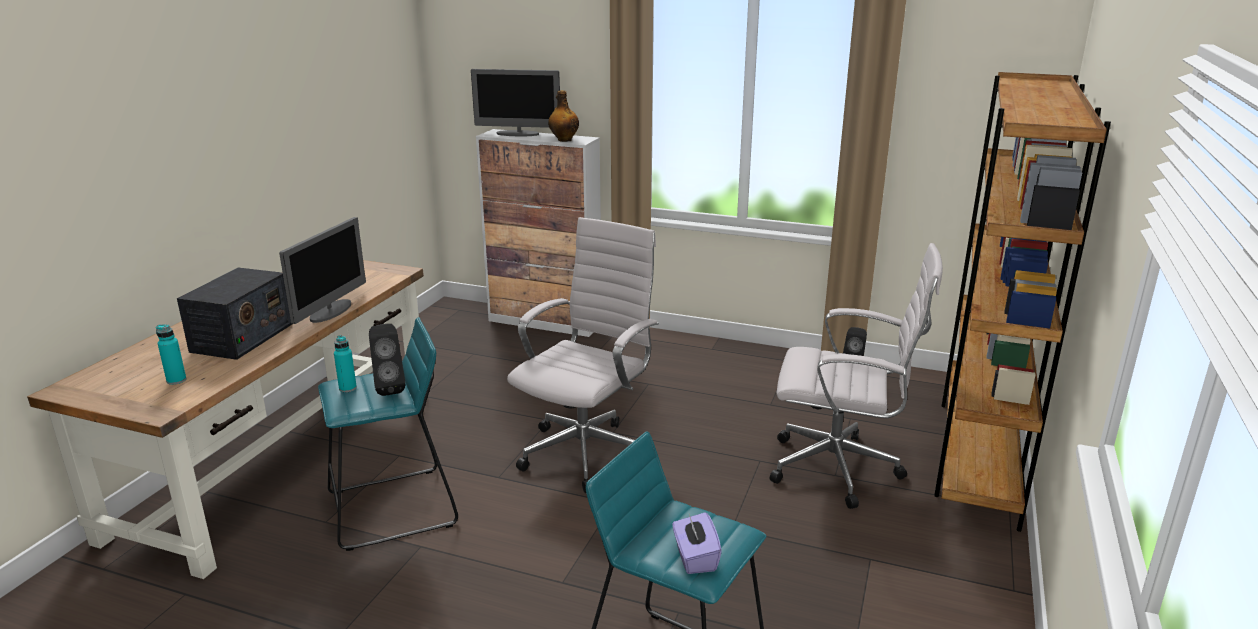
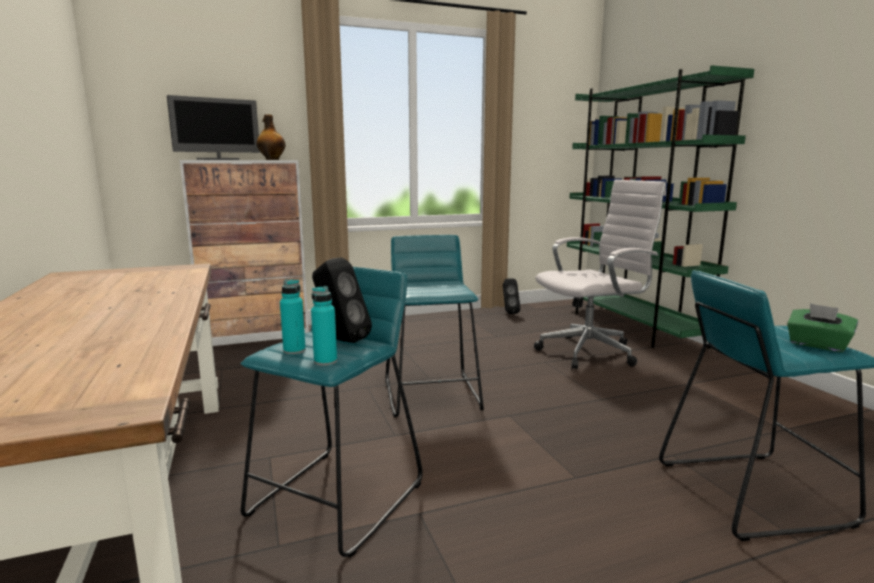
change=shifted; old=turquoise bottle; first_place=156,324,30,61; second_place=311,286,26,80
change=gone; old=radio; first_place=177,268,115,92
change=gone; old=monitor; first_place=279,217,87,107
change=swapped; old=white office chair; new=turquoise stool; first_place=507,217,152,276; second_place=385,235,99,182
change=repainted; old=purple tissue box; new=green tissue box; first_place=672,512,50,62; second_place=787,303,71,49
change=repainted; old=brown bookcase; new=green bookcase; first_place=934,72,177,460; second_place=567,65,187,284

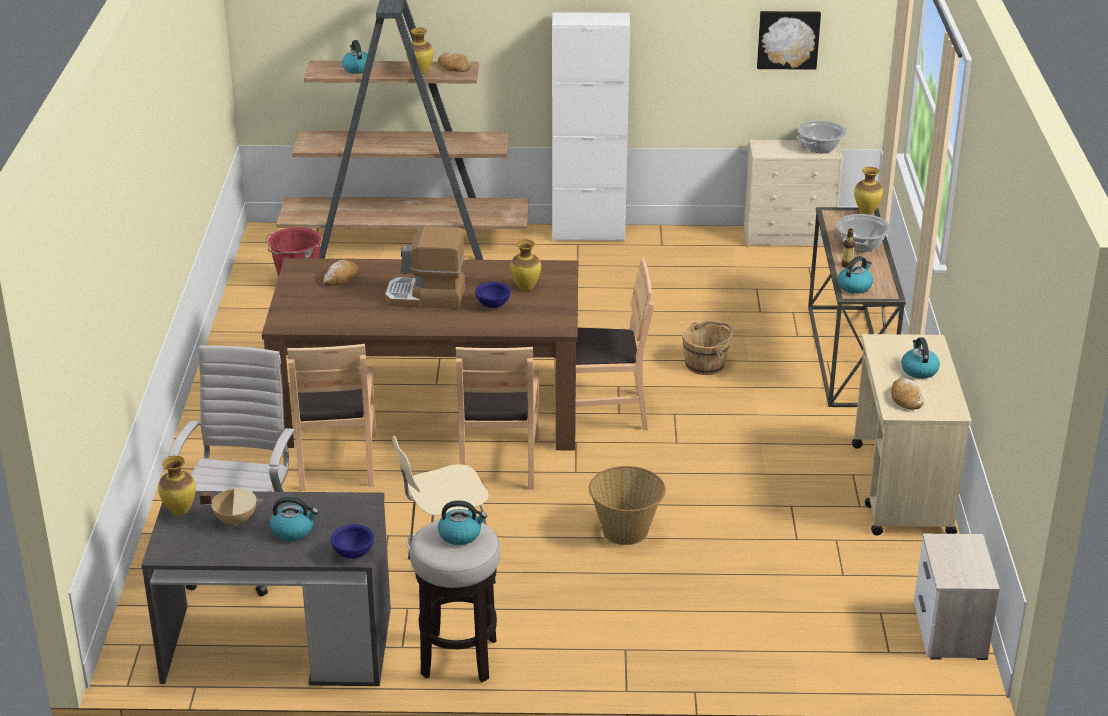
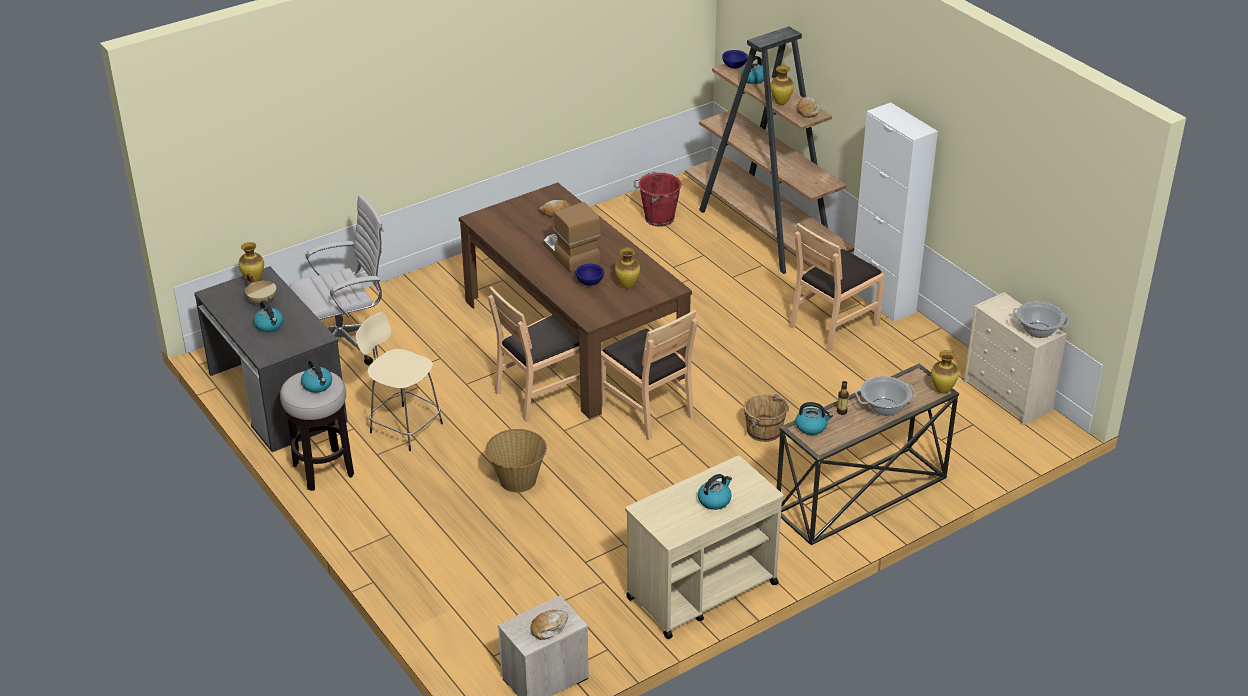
change=shifted; old=brown chair; first_place=287,344,89,147; second_place=789,223,96,128
change=shifted; old=blue bowl; first_place=331,524,43,35; second_place=722,50,26,19
change=gone; old=picture; first_place=757,11,64,59
change=shifted; old=bread; first_place=891,378,34,32; second_place=531,610,37,30

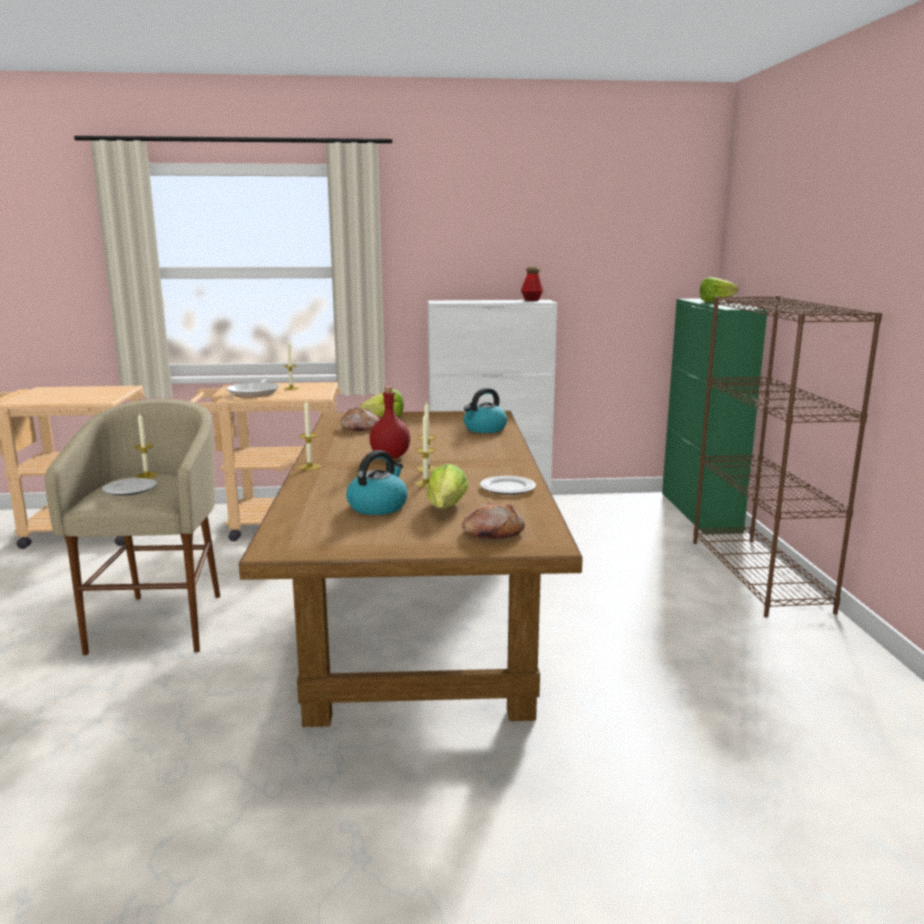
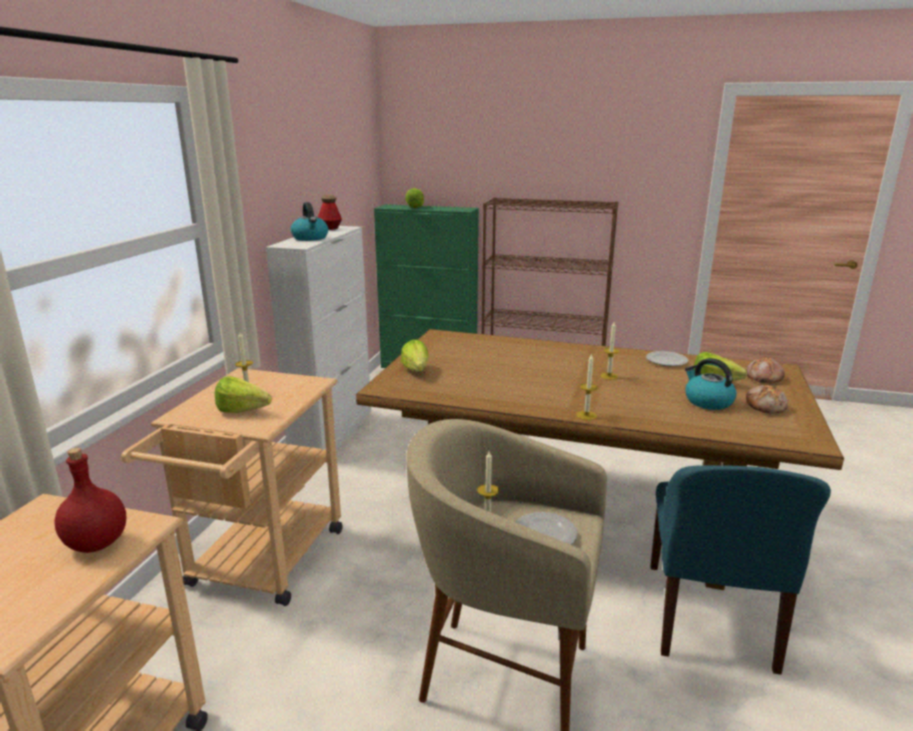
change=swapped; old=frying pan; new=lettuce; first_place=226,378,53,20; second_place=215,376,57,37
change=shifted; old=bread; first_place=340,407,39,25; second_place=746,385,42,28
change=shifted; old=red bottle; first_place=369,386,41,73; second_place=54,448,72,105
change=gone; old=candle; first_place=415,413,20,75
change=shifted; old=kettle; first_place=464,388,43,45; second_place=291,202,37,39
change=new; new=blue chair; second_place=650,465,181,210

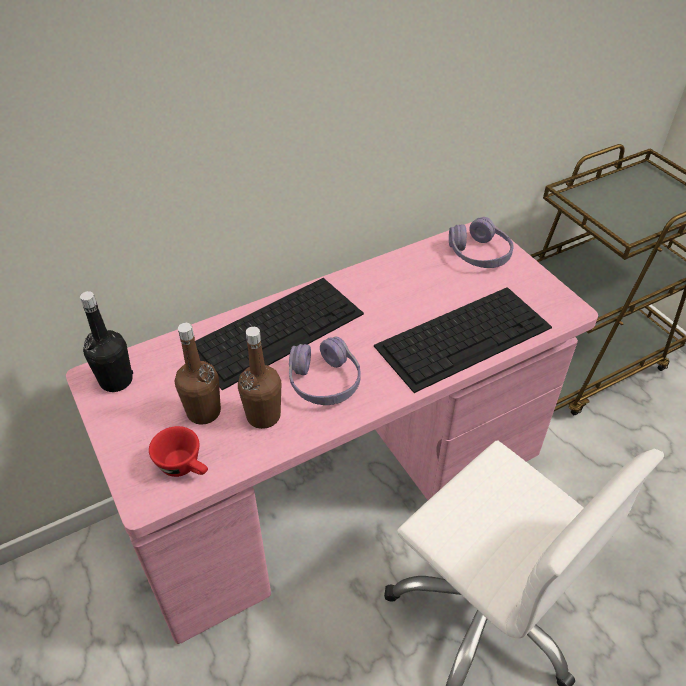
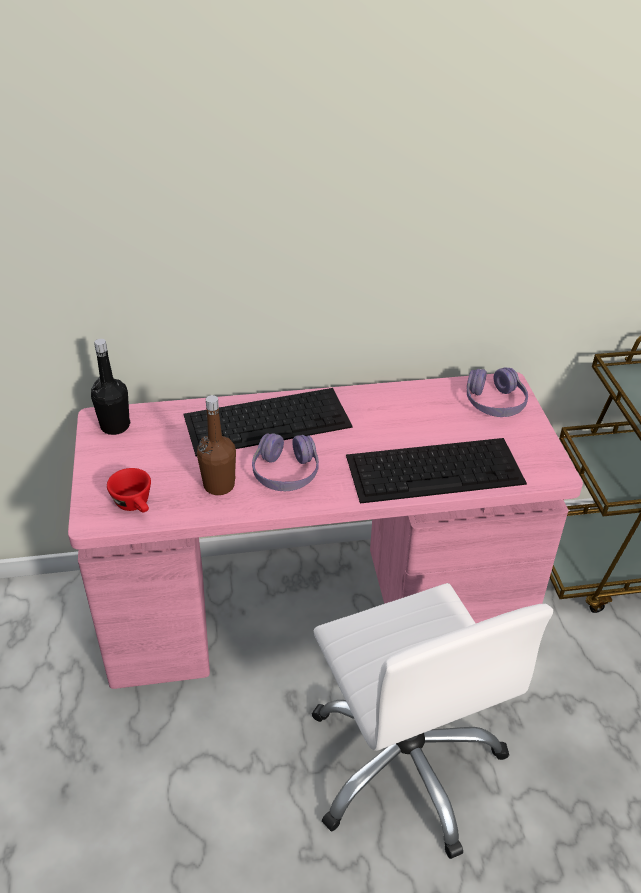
change=gone; old=brown bottle; first_place=175,323,46,102

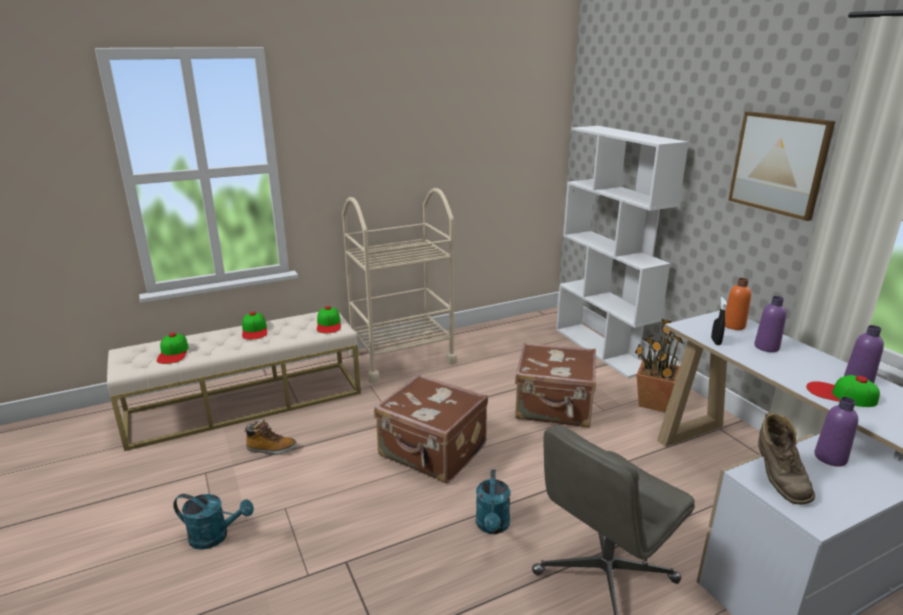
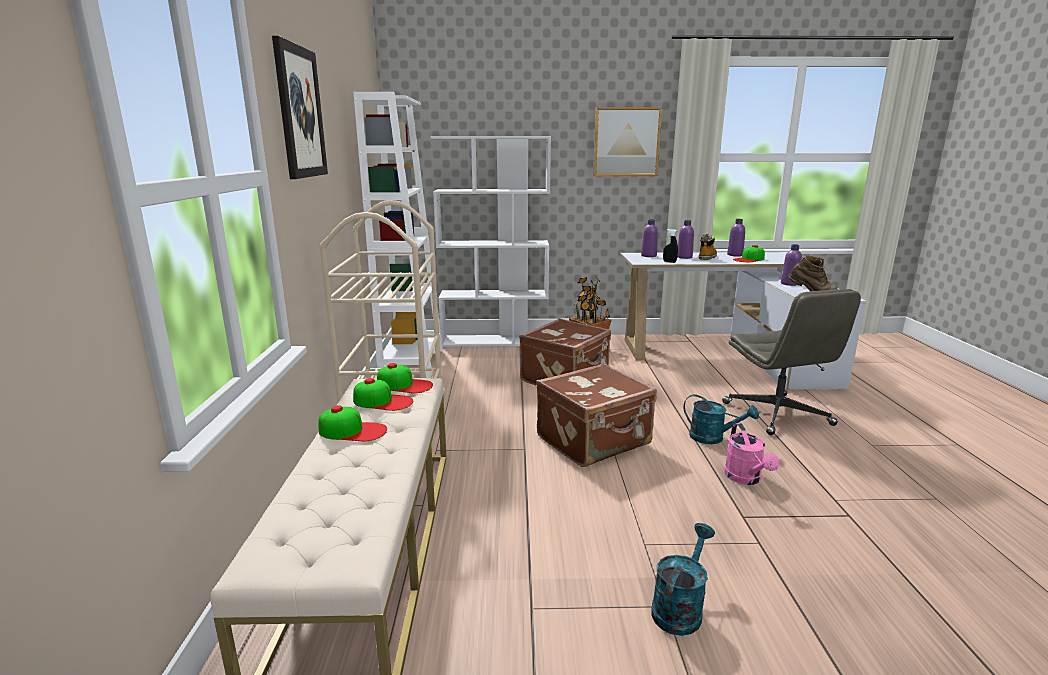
change=shifted; old=cap; first_place=157,333,32,31; second_place=353,378,60,33
change=shifted; old=boot; first_place=244,419,53,36; second_place=699,233,18,27
change=repainted; old=orange bottle; new=purple bottle; first_place=725,278,26,52; second_place=641,219,17,38
change=new; new=picture; second_place=272,36,56,143
change=new; new=white bookcase; second_place=353,92,90,286
change=new; new=pink watering can; second_place=724,423,55,62

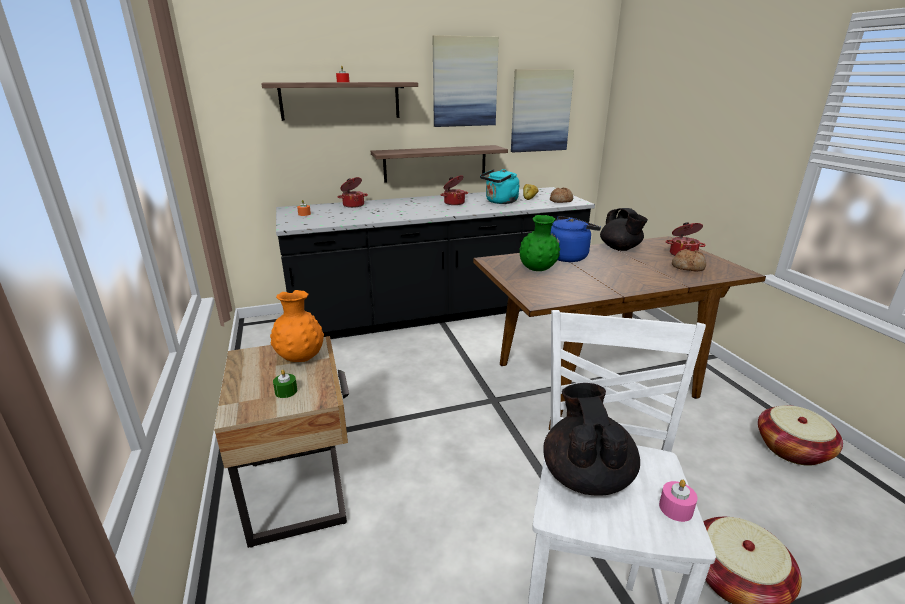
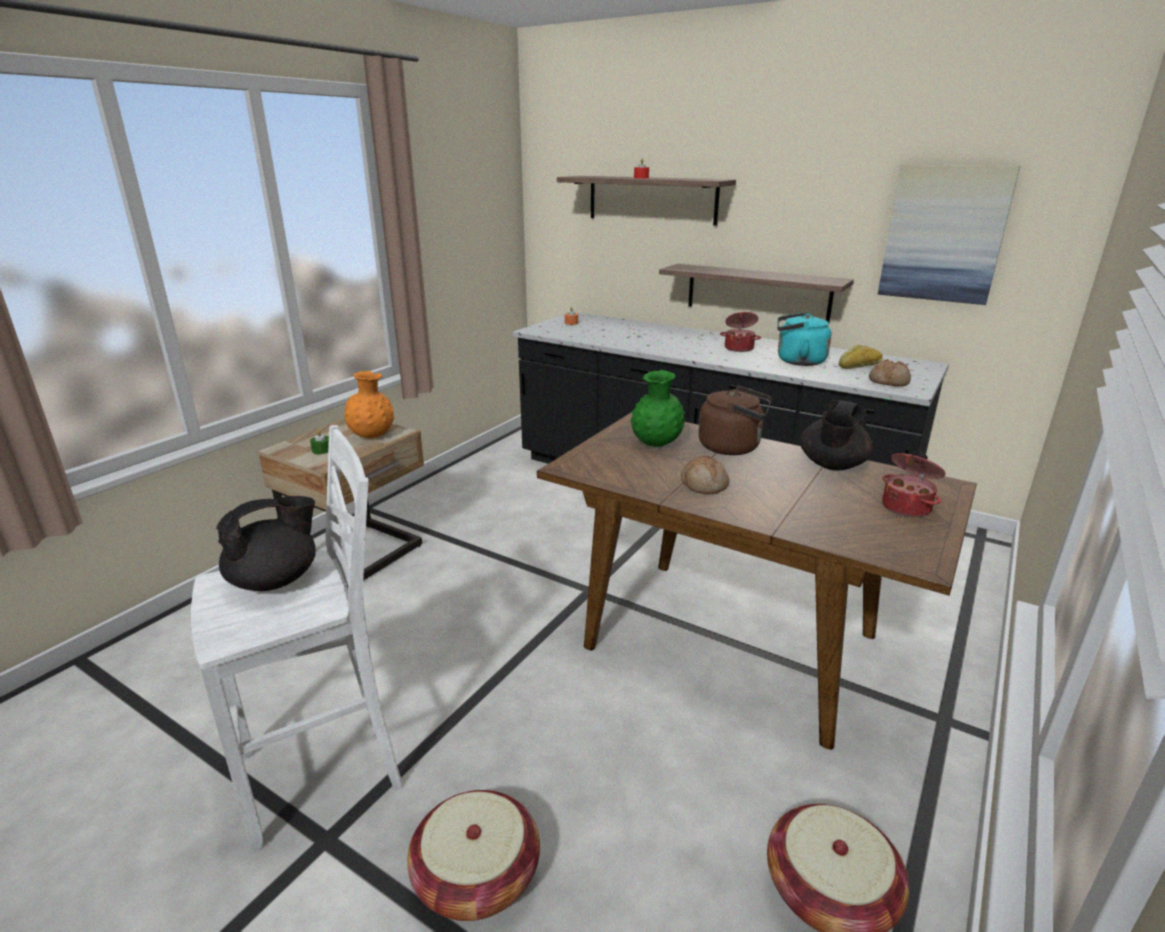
change=gone; old=cooking pot; first_place=338,177,30,31
change=gone; old=picture; first_place=432,35,67,92
change=repainted; old=blue kettle; new=brown kettle; first_place=551,216,50,46; second_place=698,386,74,69
change=gone; old=pink candle; first_place=659,480,39,42
change=shifted; old=bread; first_place=672,249,34,23; second_place=681,456,48,38

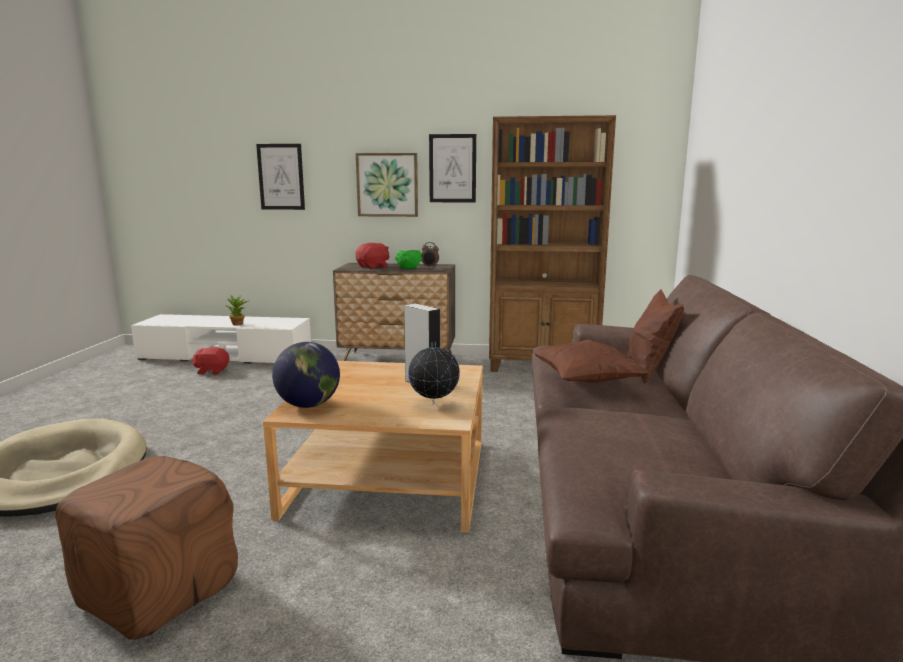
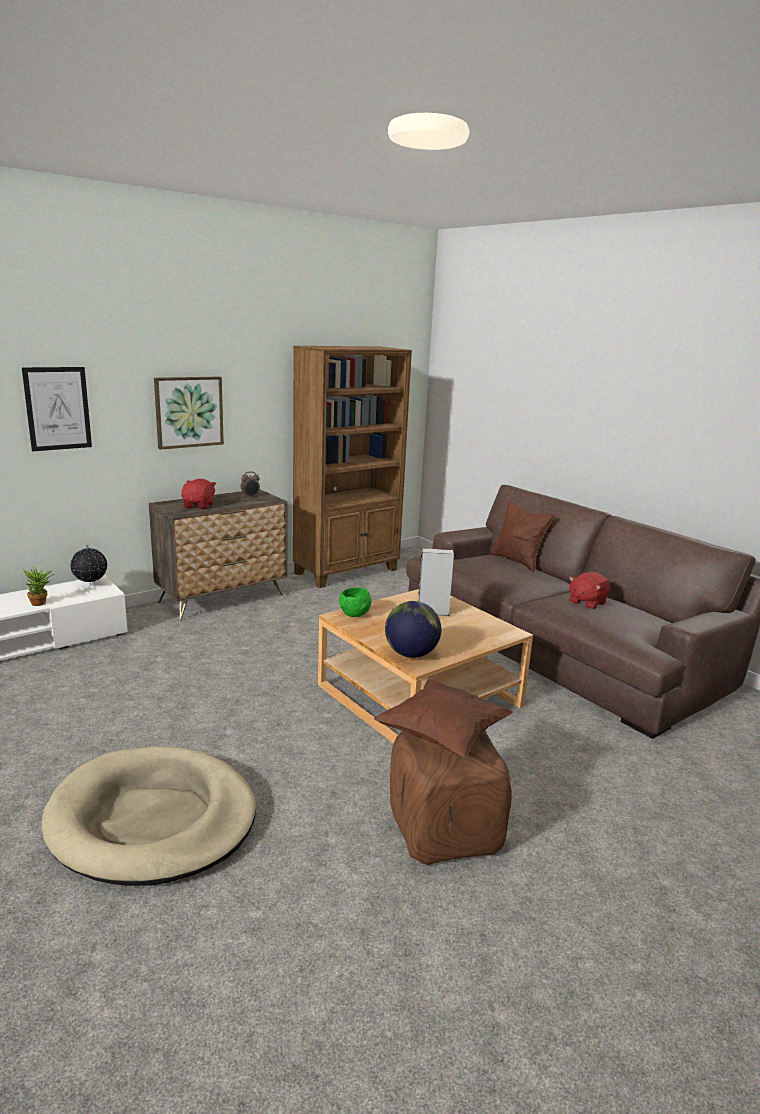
change=shifted; old=red plush toy; first_place=191,347,39,28; second_place=569,572,41,37
change=shifted; old=green bowl; first_place=395,250,27,19; second_place=339,587,32,30
change=shifted; old=globe; first_place=408,342,52,62; second_place=70,545,37,41
change=gone; old=picture; first_place=429,134,47,68
change=shifted; old=brown pillow; first_place=532,340,118,43; second_place=374,679,139,79

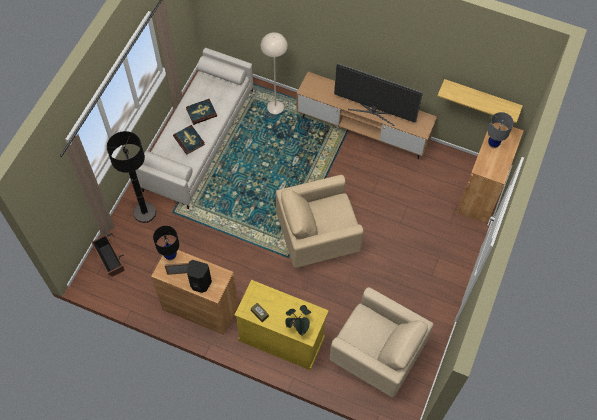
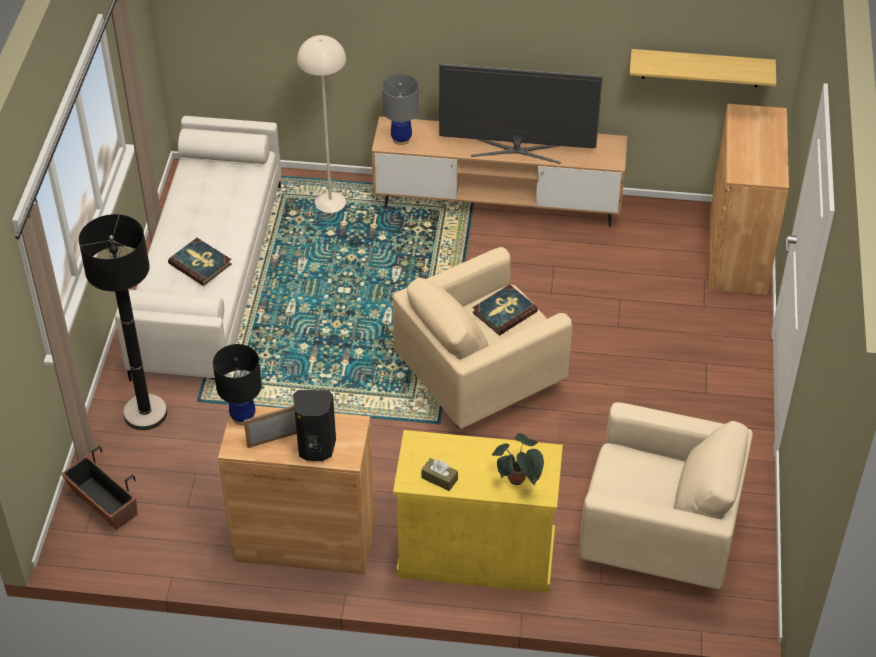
change=shifted; old=book; first_place=186,99,31,26; second_place=472,284,66,51
change=shifted; old=grey table lamp; first_place=487,112,27,36; second_place=382,74,37,71

